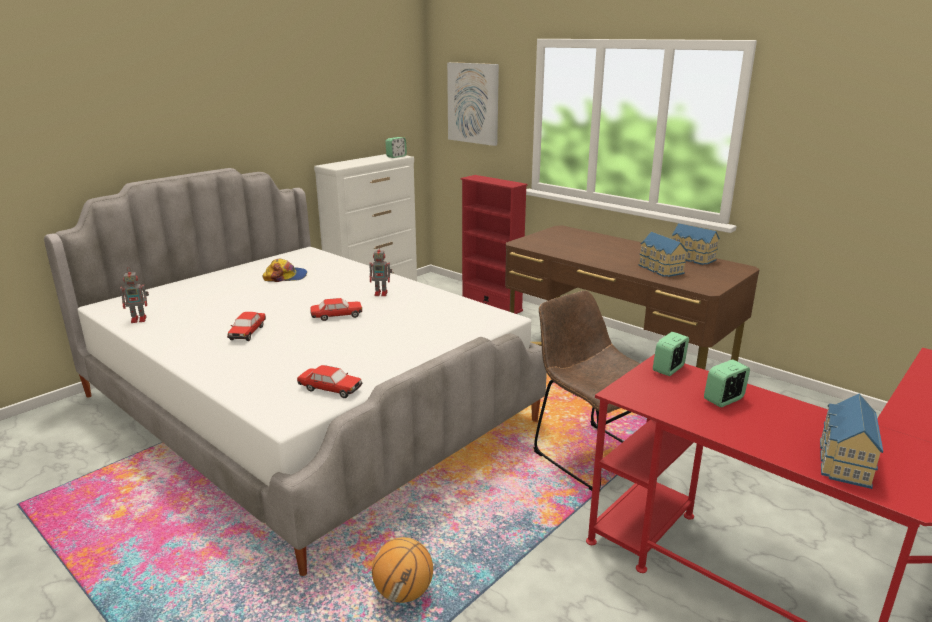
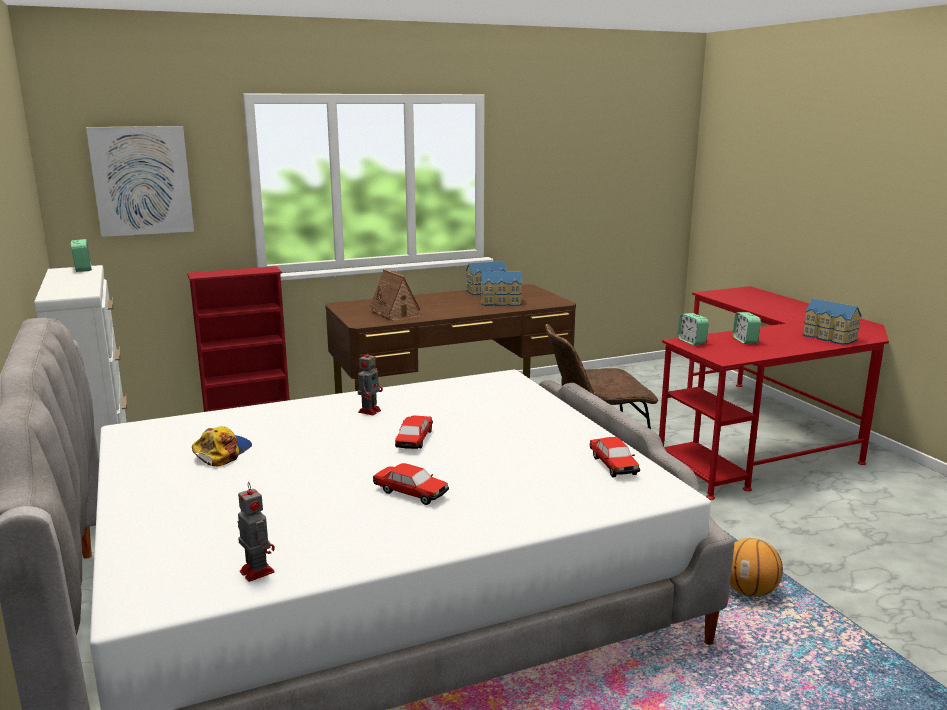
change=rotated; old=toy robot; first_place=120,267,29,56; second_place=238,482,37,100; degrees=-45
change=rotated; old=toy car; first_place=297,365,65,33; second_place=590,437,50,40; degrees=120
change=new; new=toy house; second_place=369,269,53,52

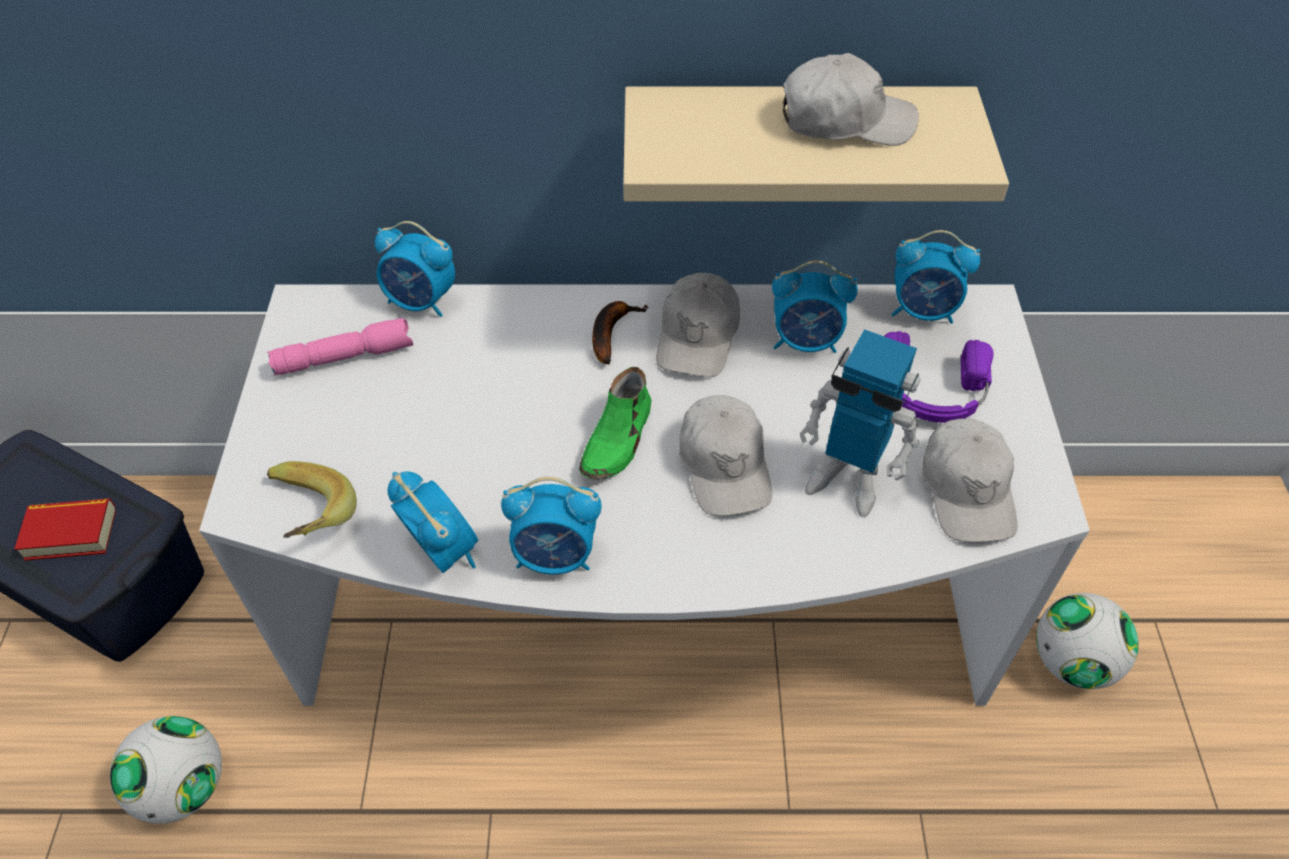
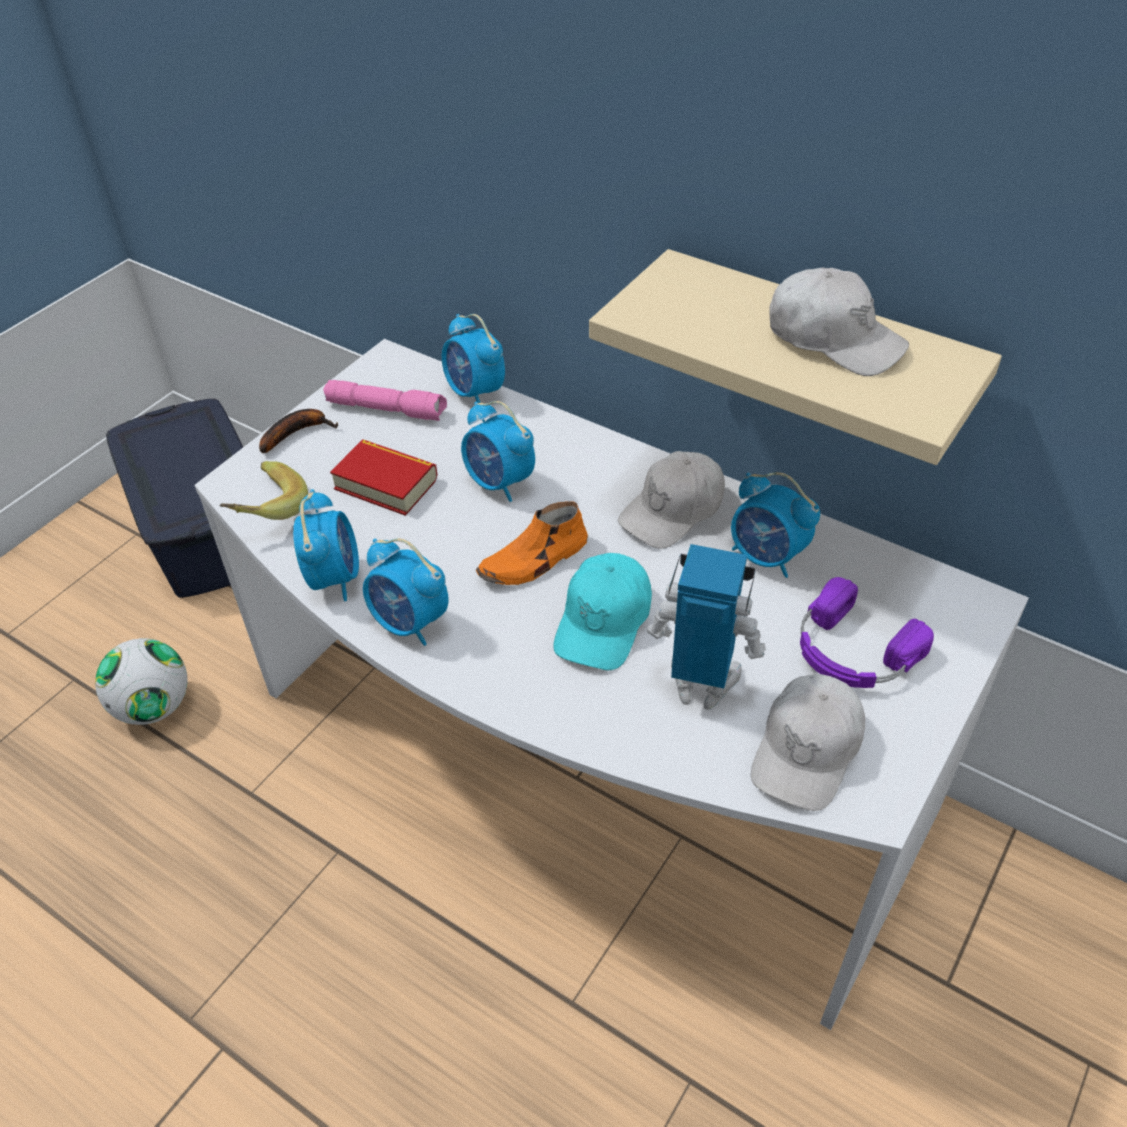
change=shifted; old=book; first_place=15,499,101,62; second_place=330,439,108,77
change=repainted; old=green shoe; new=orange shoe; first_place=579,367,72,113; second_place=476,501,112,84
change=shifted; old=banana; first_place=592,301,57,64; second_place=259,409,79,44
change=repainted; old=white cap; new=turquoise cap; first_place=679,395,93,121; second_place=553,553,99,117
change=rotated; old=toy robot; first_place=800,329,120,188; second_place=647,544,119,166; degrees=135
change=shifted; old=alarm clock; first_place=891,230,89,94; second_place=461,401,74,101
change=gone; old=football; first_place=1036,593,102,96

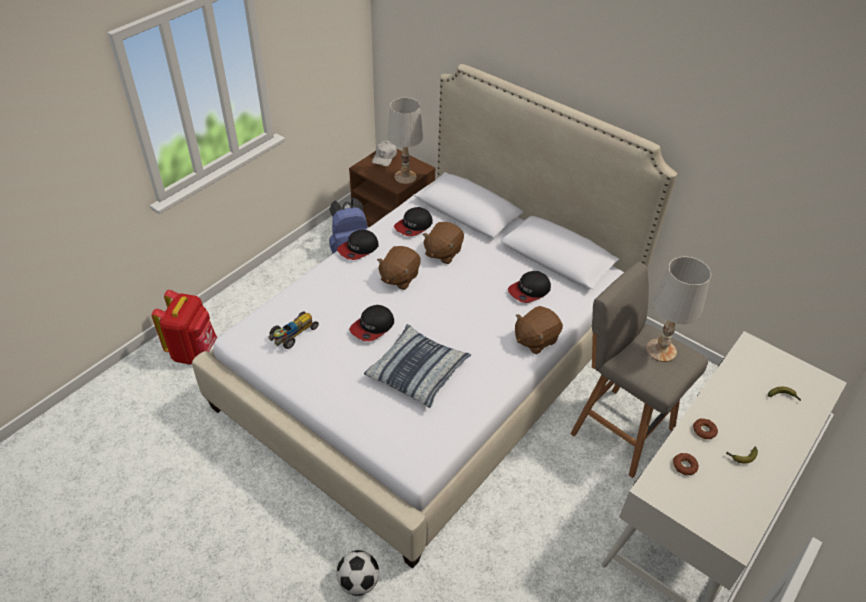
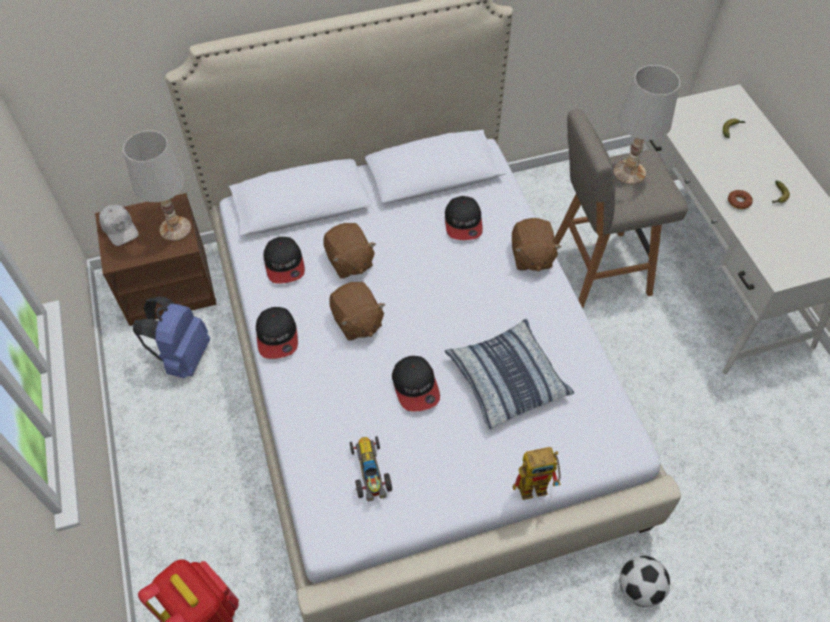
change=gone; old=donut; first_place=673,453,25,22
change=new; new=toy robot; second_place=513,447,48,53

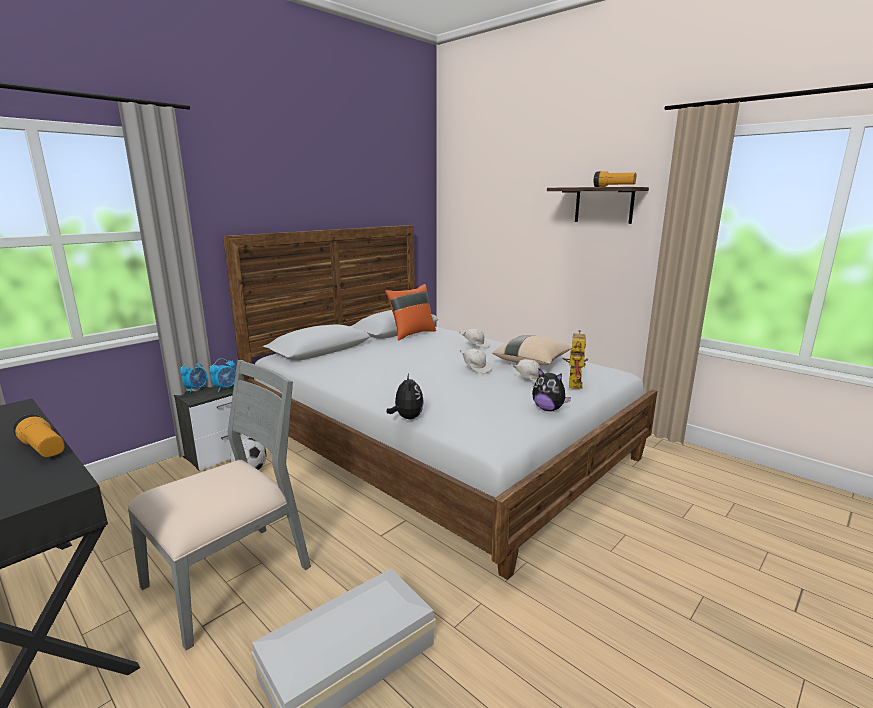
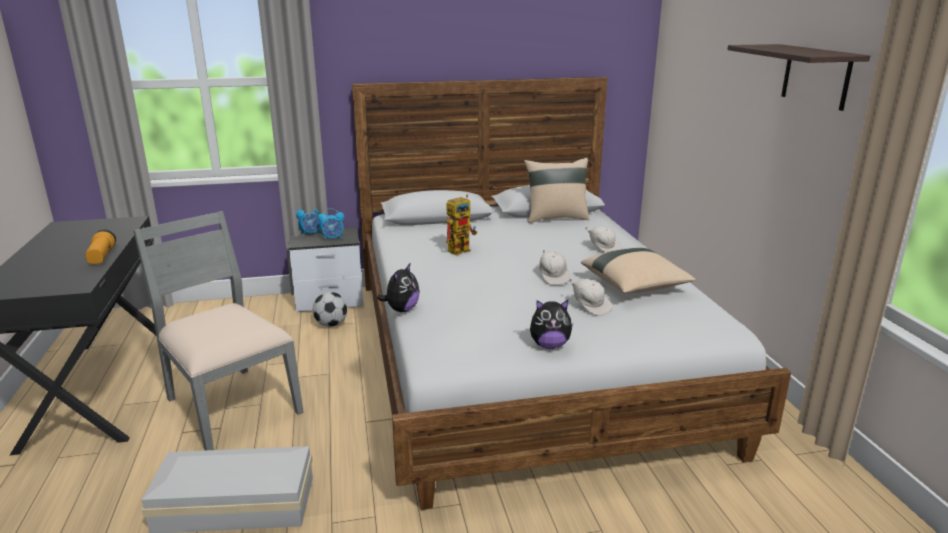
change=rotated; old=grey chair; first_place=127,360,184,291; second_place=133,211,170,239; degrees=-120
change=repainted; old=orange pillow; new=beige pillow; first_place=385,284,51,57; second_place=524,158,66,65
change=rotated; old=plush toy; first_place=532,369,39,42; second_place=530,300,43,49; degrees=-75
change=shifted; old=toy robot; first_place=562,330,27,59; second_place=446,195,31,60
change=gone; old=flashlight; first_place=594,171,42,16

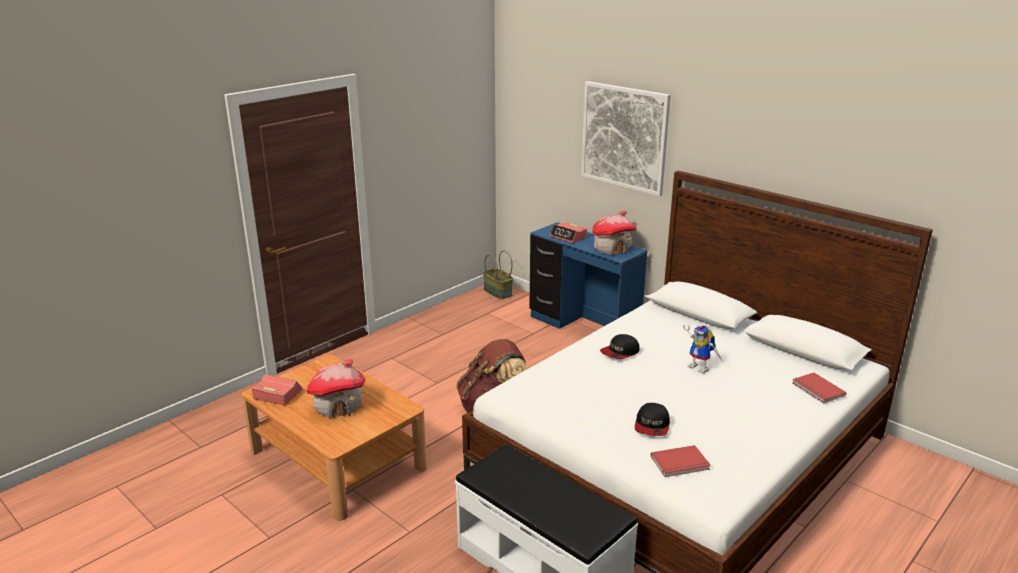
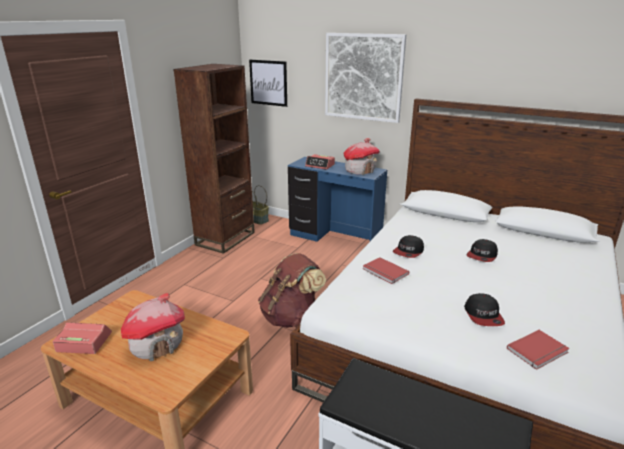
change=swapped; old=toy robot; new=cap; first_place=683,324,39,49; second_place=467,239,31,23
change=shifted; old=red book; first_place=792,373,54,30; second_place=363,257,46,27
change=new; new=brown bookcase; second_place=173,64,82,190
change=new; new=picture; second_place=249,60,38,47

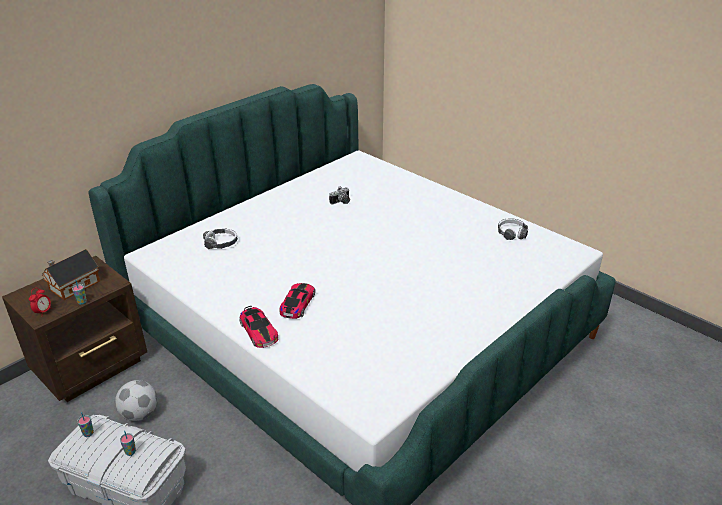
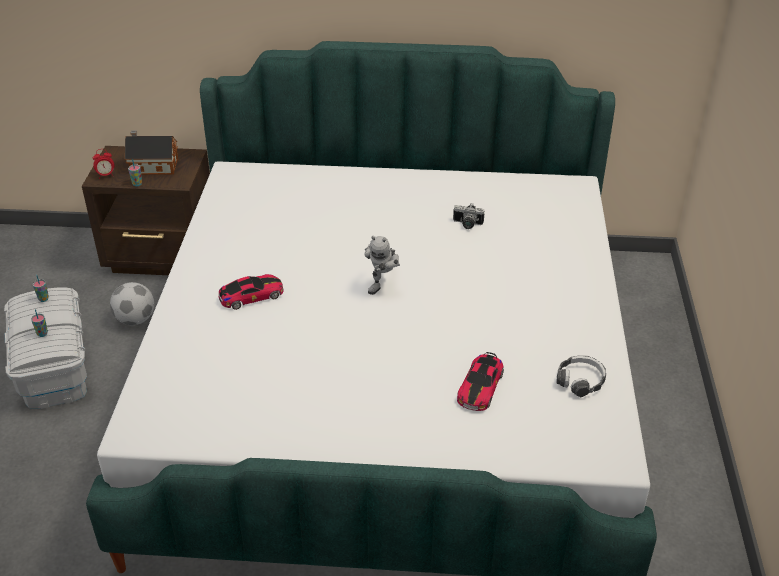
change=gone; old=headphones; first_place=203,228,35,21
change=shifted; old=toy car; first_place=240,306,38,42; second_place=457,352,47,59
change=new; new=toy robot; second_place=364,236,36,59

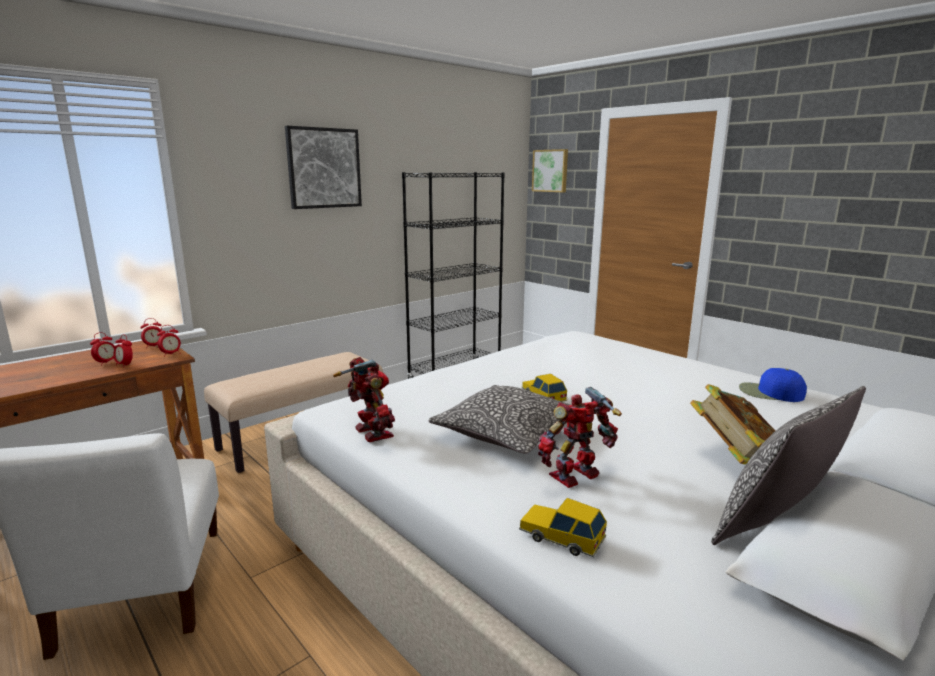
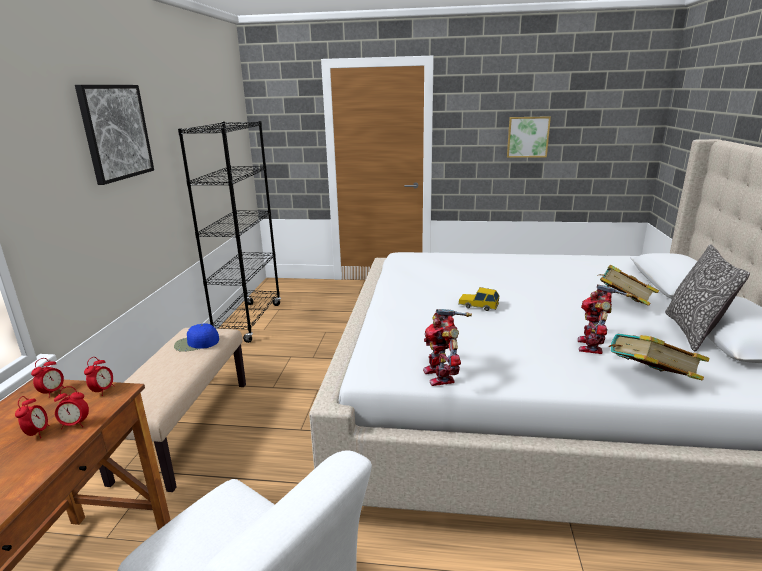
change=rotated; old=toy robot; first_place=333,357,62,85; second_place=423,309,49,77; degrees=-120
change=gone; old=pillow; first_place=429,385,141,69
change=swapped; old=toy car; new=book; first_place=519,498,88,59; second_place=609,334,101,47
change=shifted; old=picture; first_place=532,149,36,43; second_place=507,116,44,42
change=shifted; old=blue cap; first_place=739,368,68,34; second_place=174,323,45,29

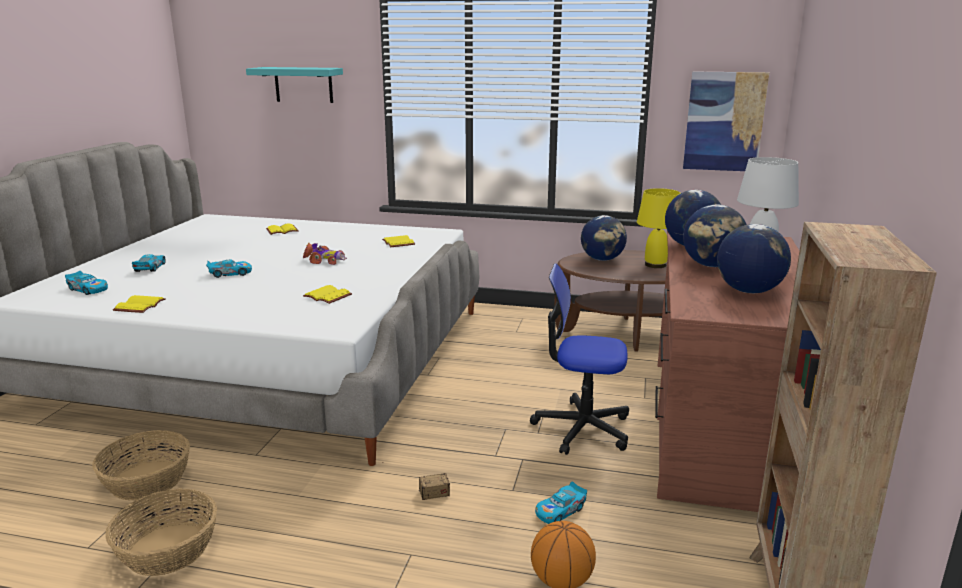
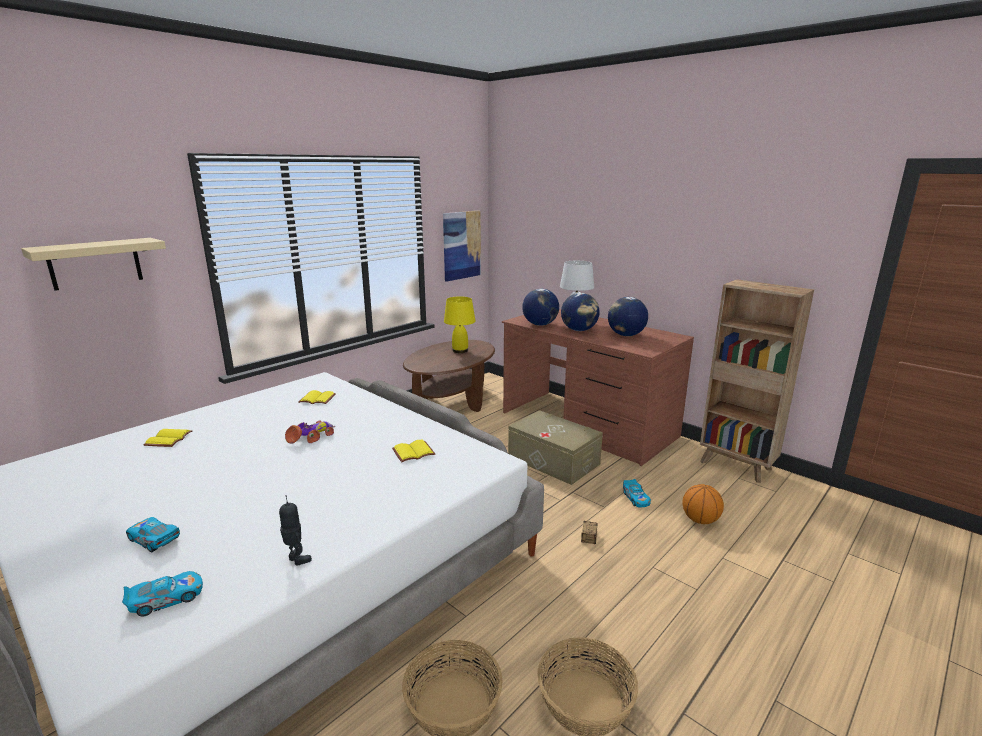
change=swapped; old=yellow book; new=toy robot; first_place=113,295,53,18; second_place=279,495,33,70
change=gone; old=toy car; first_place=206,259,46,19
change=repainted; old=turquoise shelf; new=beige shelf; first_place=246,67,97,36; second_place=21,238,145,53
change=swapped; old=office chair; new=beige storage box; first_place=530,264,99,191; second_place=508,410,95,75
change=gone; old=globe; first_place=581,215,46,46

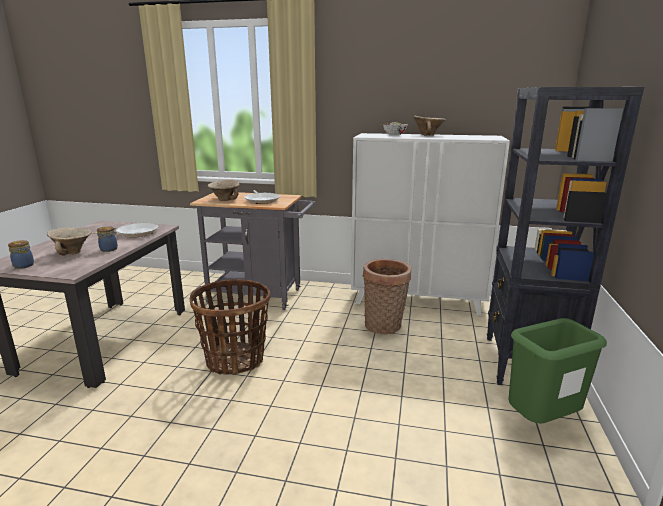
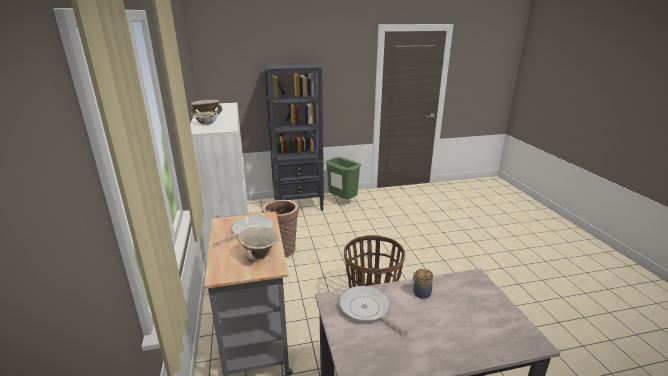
change=gone; old=jar; first_place=8,240,26,29
change=gone; old=beige bowl; first_place=47,228,45,27

